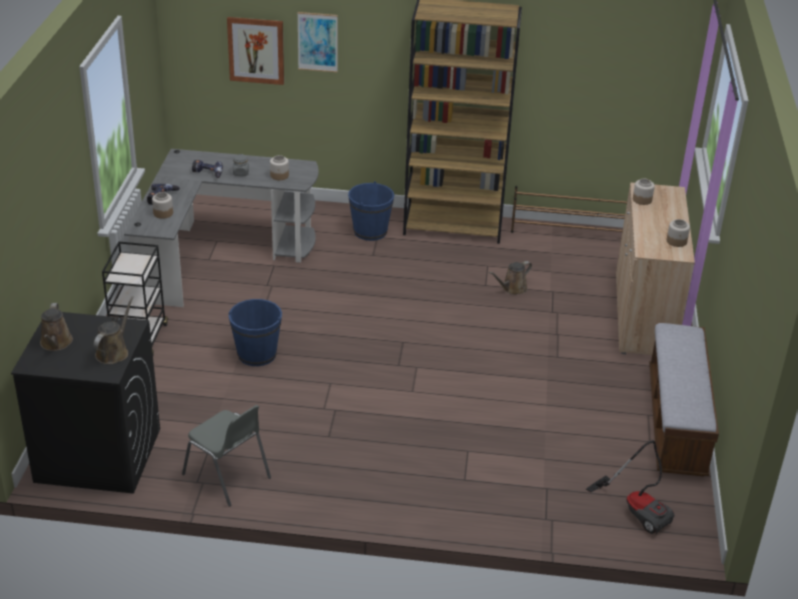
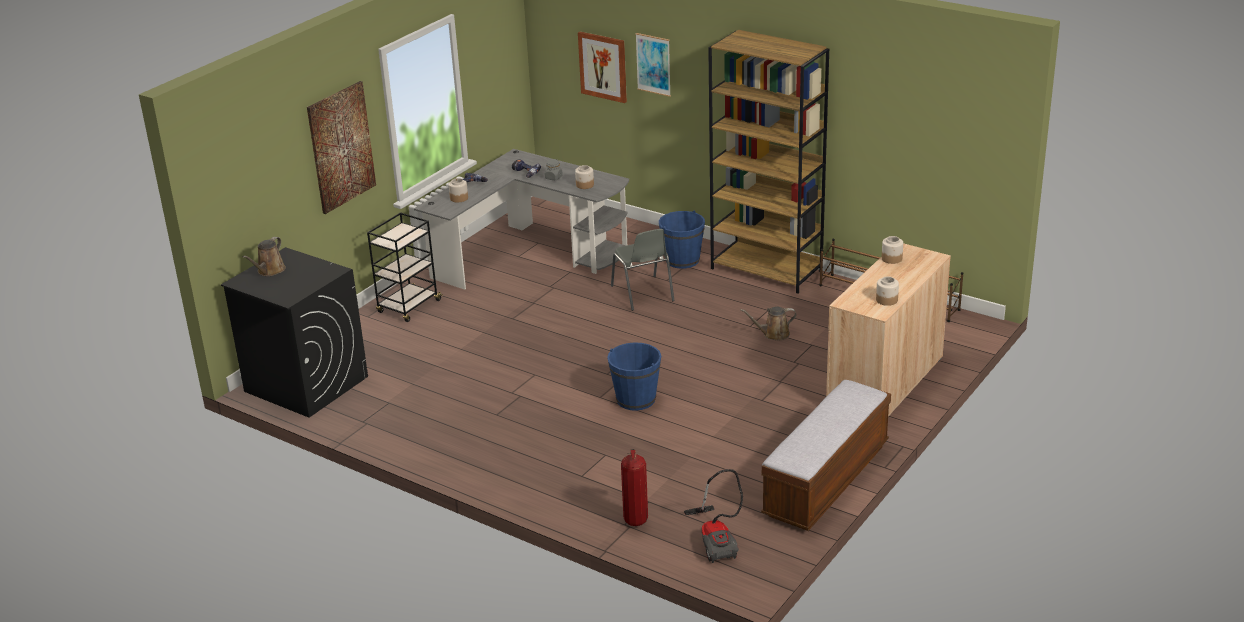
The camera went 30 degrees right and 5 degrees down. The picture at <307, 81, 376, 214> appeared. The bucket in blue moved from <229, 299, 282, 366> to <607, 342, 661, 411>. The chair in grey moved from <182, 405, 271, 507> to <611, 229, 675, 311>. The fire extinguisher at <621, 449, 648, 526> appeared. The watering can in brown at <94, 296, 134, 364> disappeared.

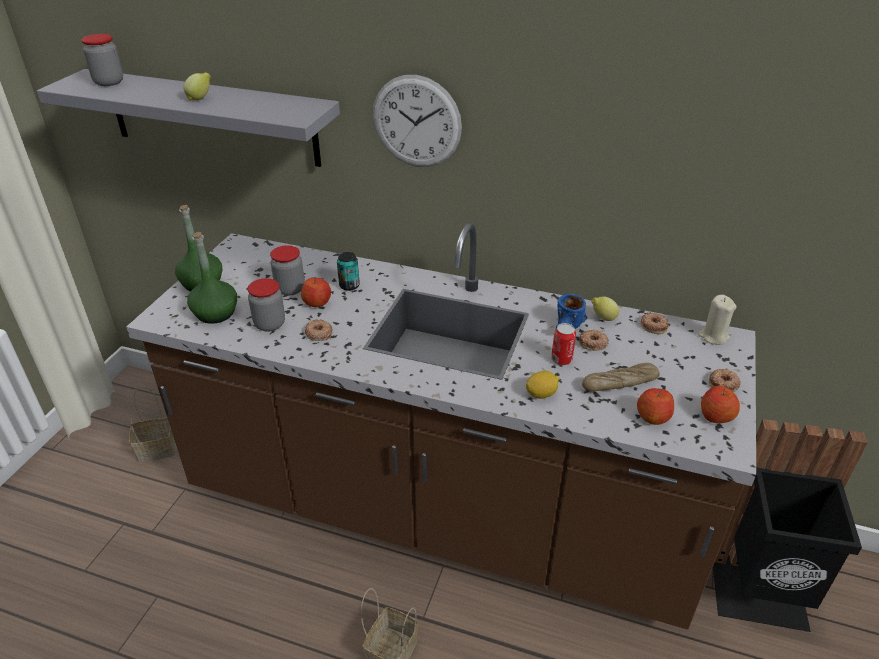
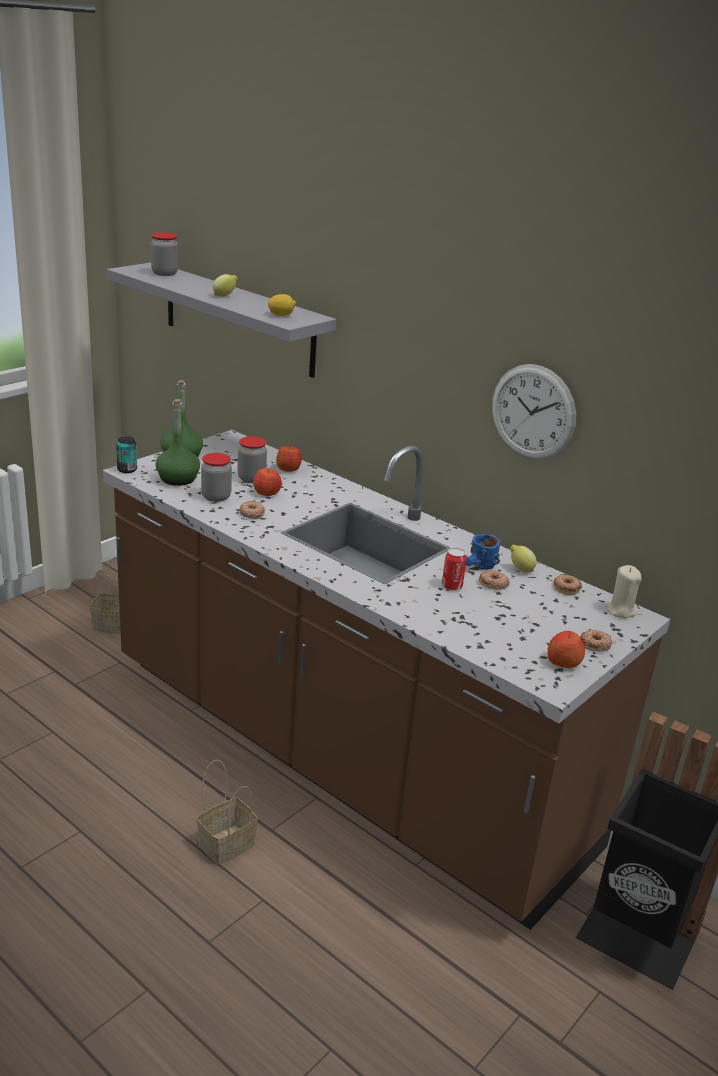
The camera went 20 degrees right and 10 degrees down. The can moved from <337, 252, 360, 291> to <116, 436, 137, 473>. The lemon moved from <526, 371, 559, 399> to <268, 294, 296, 316>. The apple moved from <637, 388, 674, 425> to <276, 444, 302, 472>. The wall clock moved from <373, 75, 462, 167> to <492, 364, 576, 460>. The bread at <582, 363, 660, 391> disappeared.

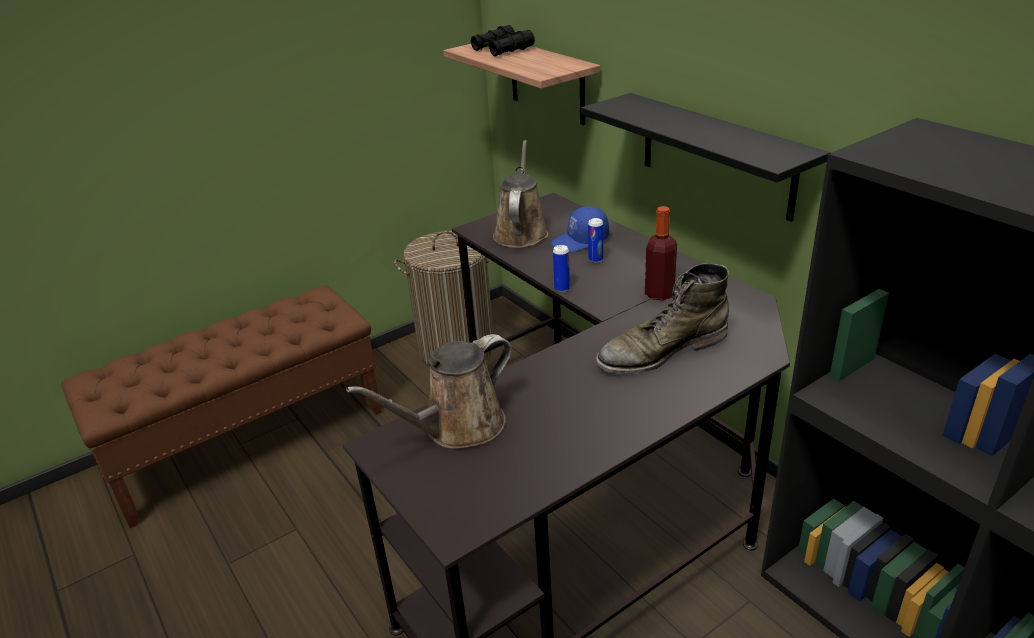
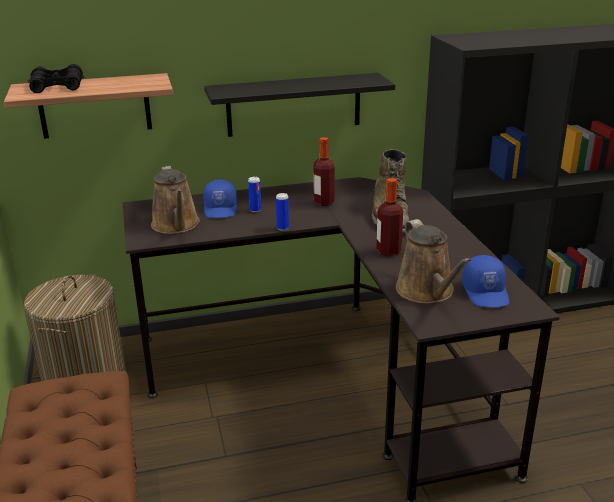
The camera went 70 degrees left and 5 degrees down. The watering can in brown at <493, 140, 548, 248> turned 135 degrees counterclockwise. The bottle at <376, 178, 403, 256> appeared. The cap in blue at <462, 255, 509, 307> appeared.

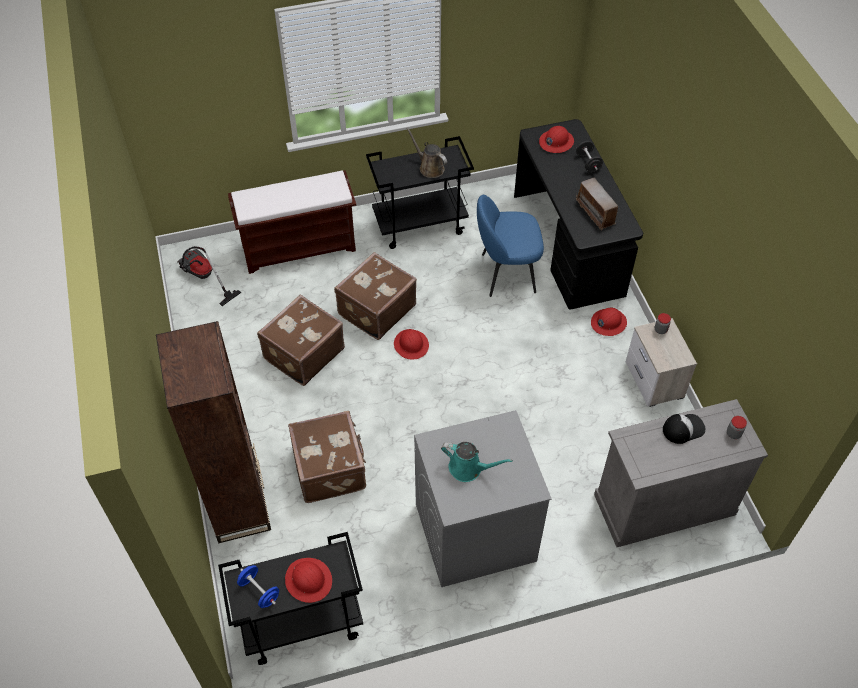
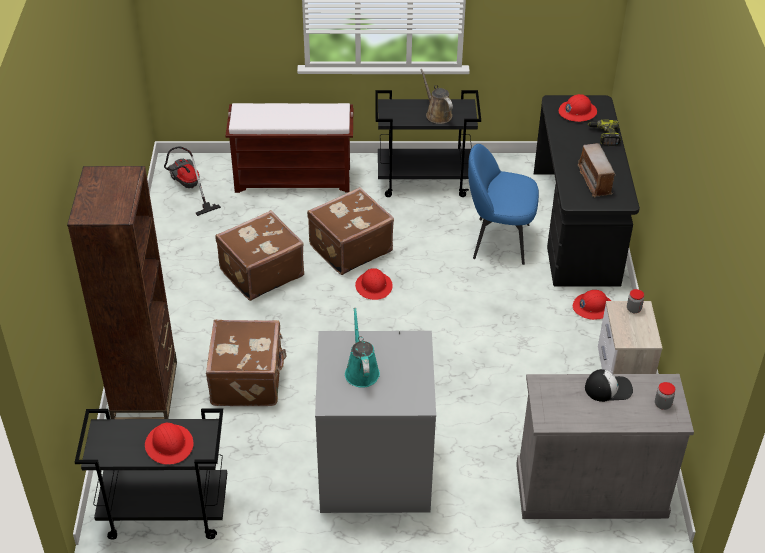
The camera went 15 degrees right and 10 degrees down. The watering can in turquoise at <441, 442, 513, 482> turned 135 degrees counterclockwise. The dumbbell in black at <576, 141, 603, 172> was replaced by the power drill at <588, 120, 621, 146>. The dumbbell in blue at <237, 565, 279, 608> disappeared.

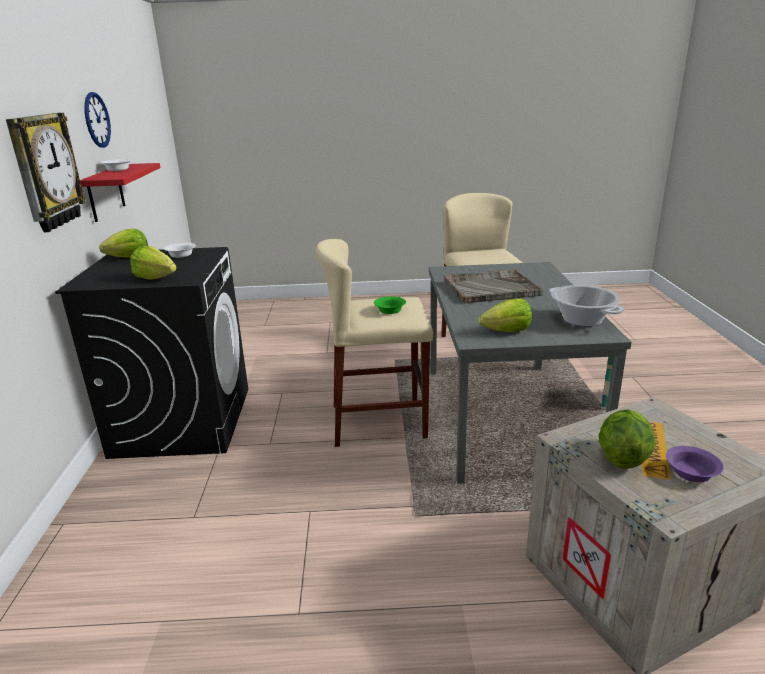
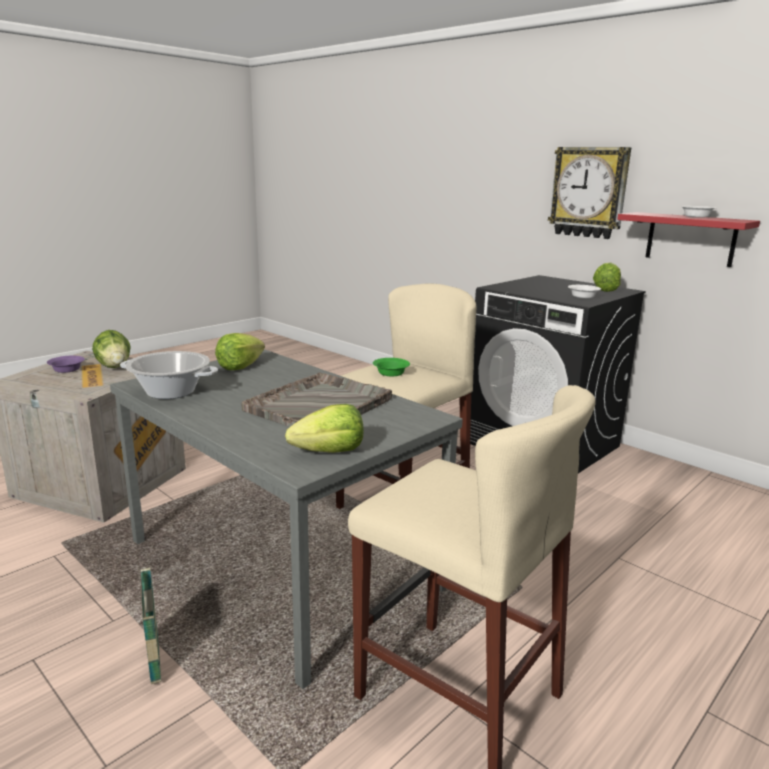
The camera went 135 degrees right and 5 degrees down. The lettuce moved from <130, 246, 177, 280> to <285, 404, 364, 453>. The wall clock at <84, 92, 111, 148> disappeared.

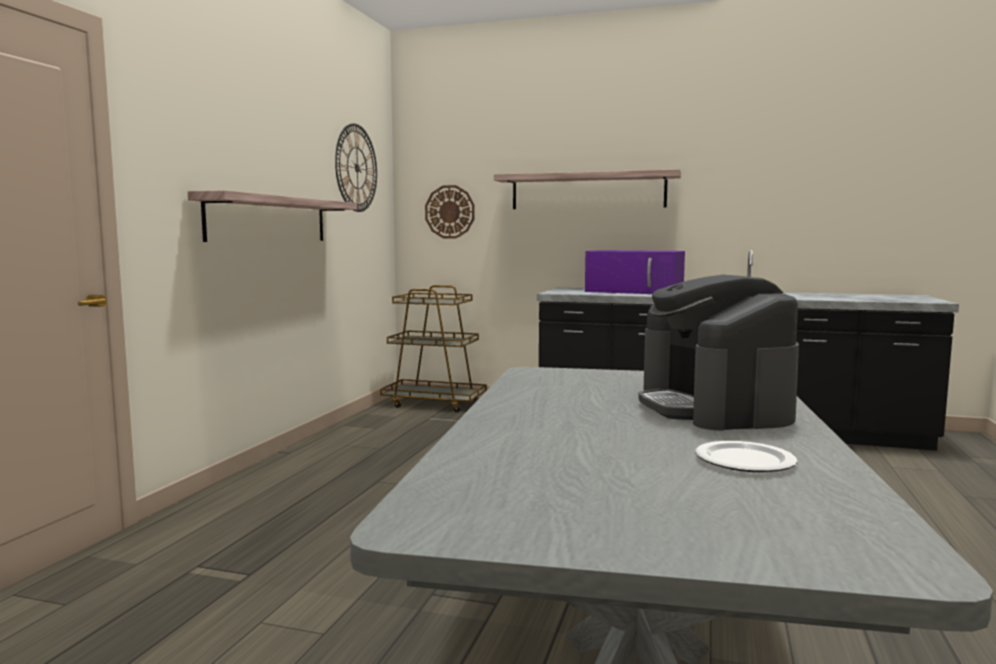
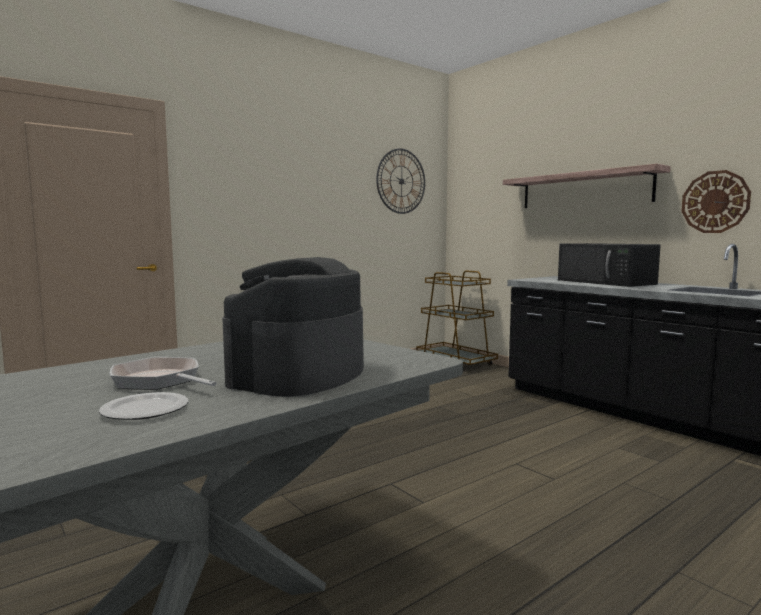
The camera went 35 degrees right and 0 degrees up. The frying pan at <110, 357, 217, 390> appeared. The microwave in purple at <585, 250, 685, 294> became the microwave in black at <558, 243, 661, 287>. The wall clock moved from <425, 185, 475, 239> to <681, 170, 751, 233>. The shelf at <188, 190, 357, 242> disappeared.

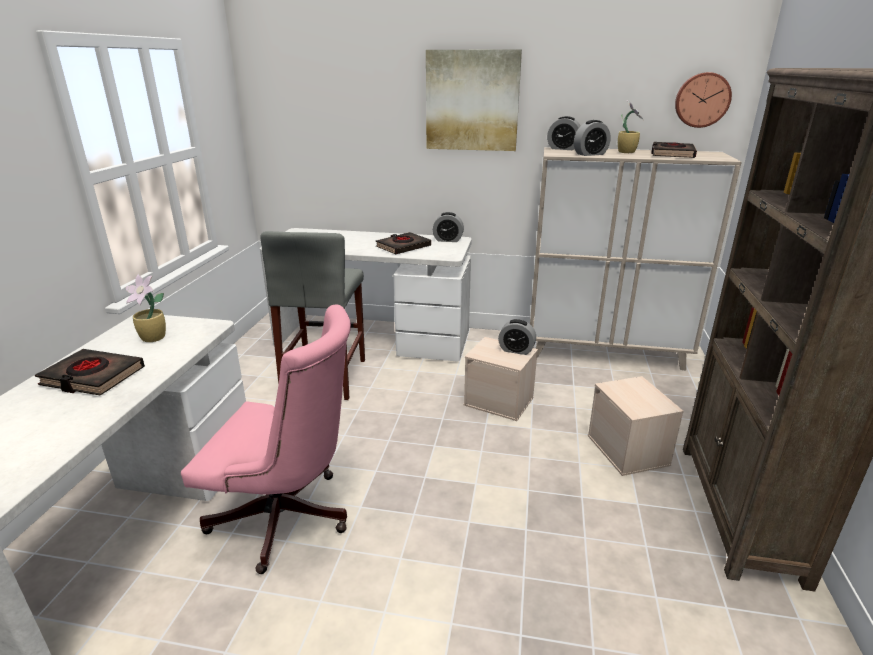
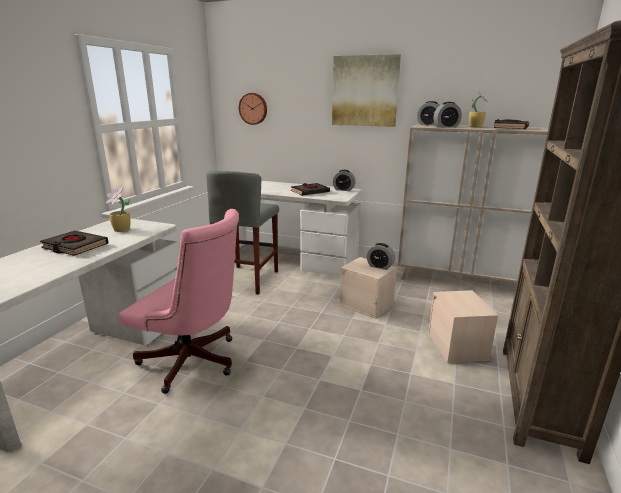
The camera went 10 degrees right and 5 degrees down. The wall clock moved from <675, 72, 732, 128> to <239, 93, 267, 125>.

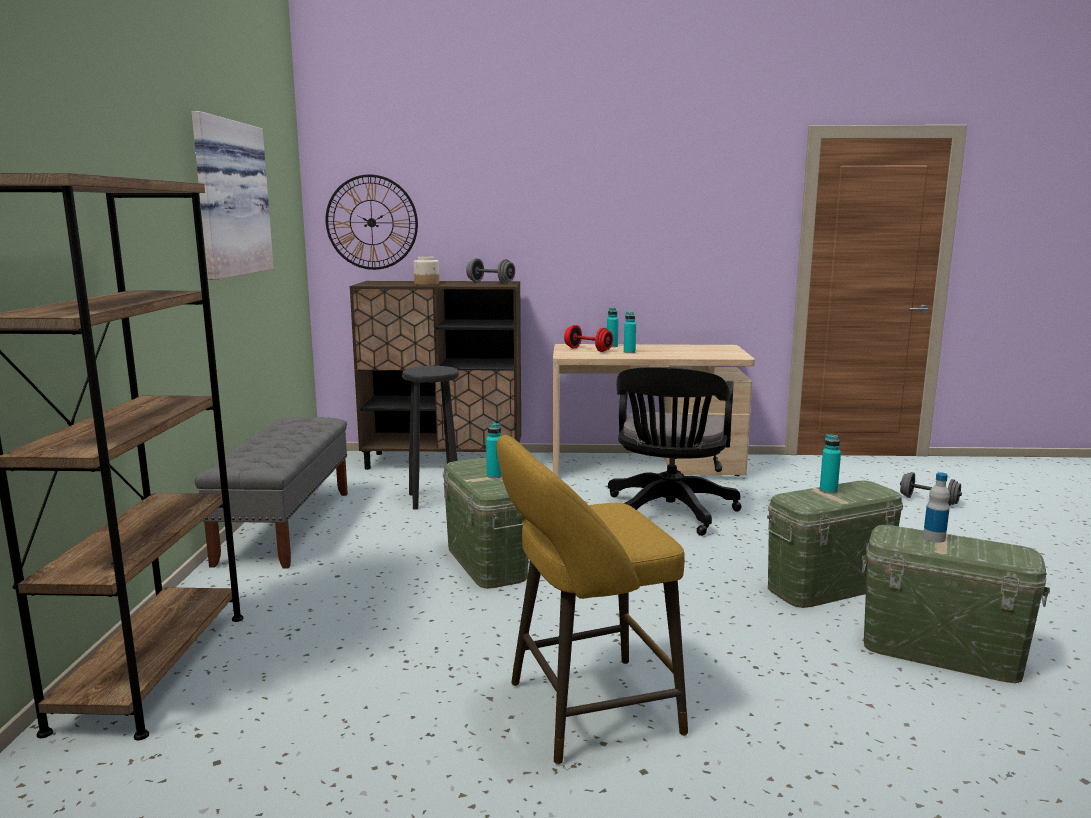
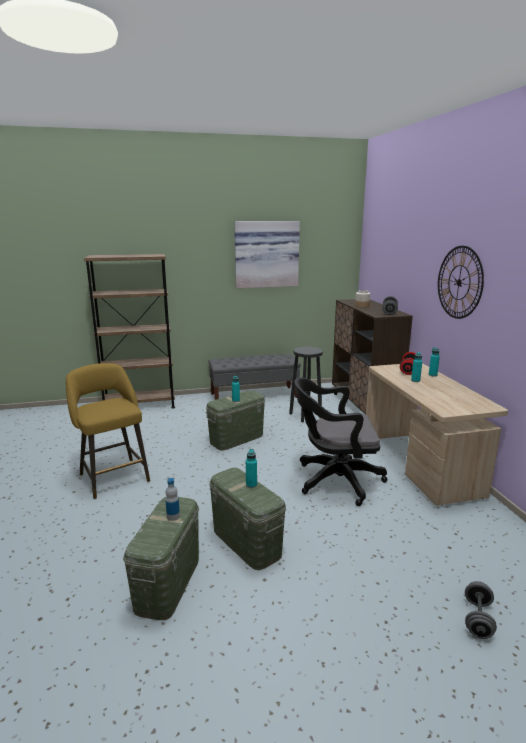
The camera went 75 degrees right and 5 degrees up. The wall clock moved from <326, 174, 418, 270> to <438, 246, 484, 319>.

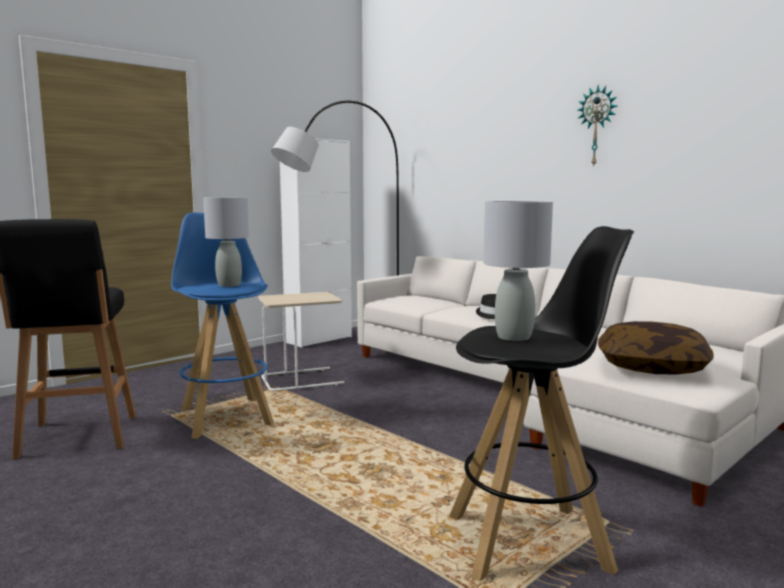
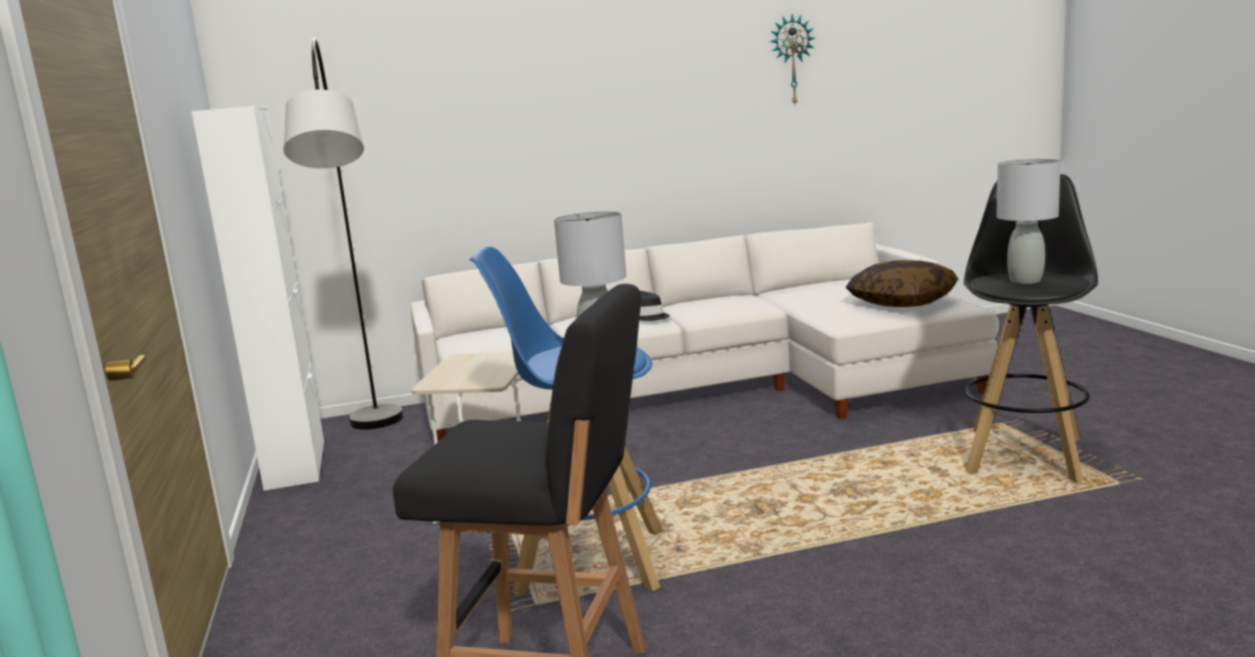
The camera went 60 degrees left and 5 degrees up. The wall clock moved from <578, 85, 617, 167> to <770, 14, 815, 104>.

